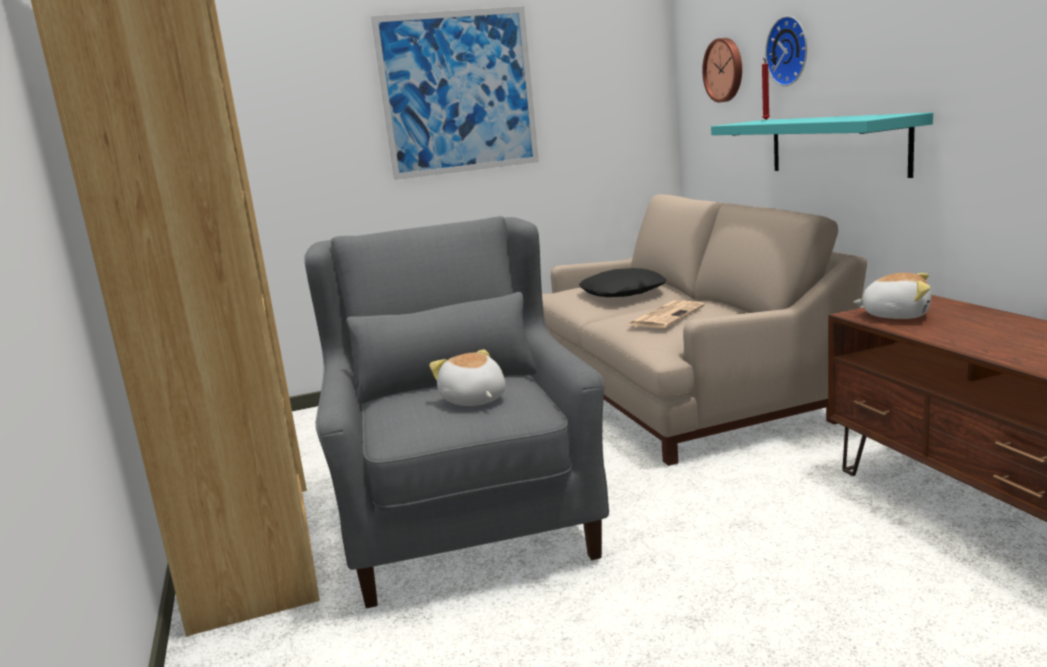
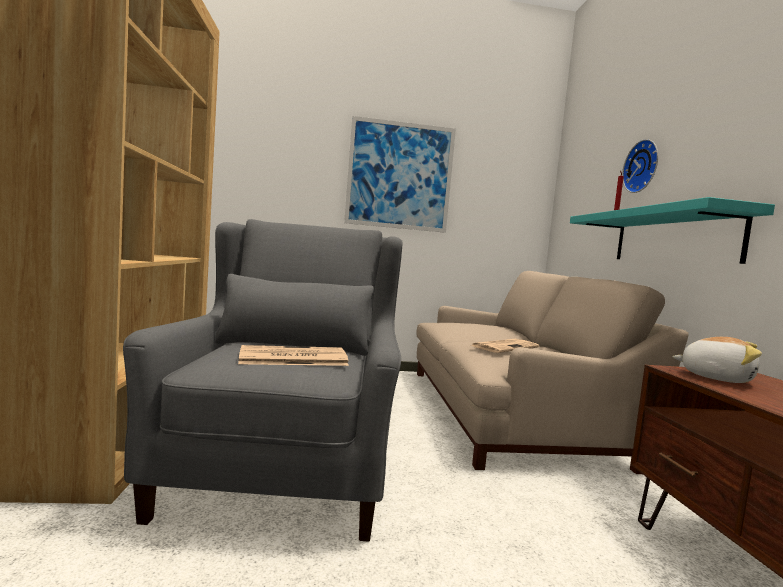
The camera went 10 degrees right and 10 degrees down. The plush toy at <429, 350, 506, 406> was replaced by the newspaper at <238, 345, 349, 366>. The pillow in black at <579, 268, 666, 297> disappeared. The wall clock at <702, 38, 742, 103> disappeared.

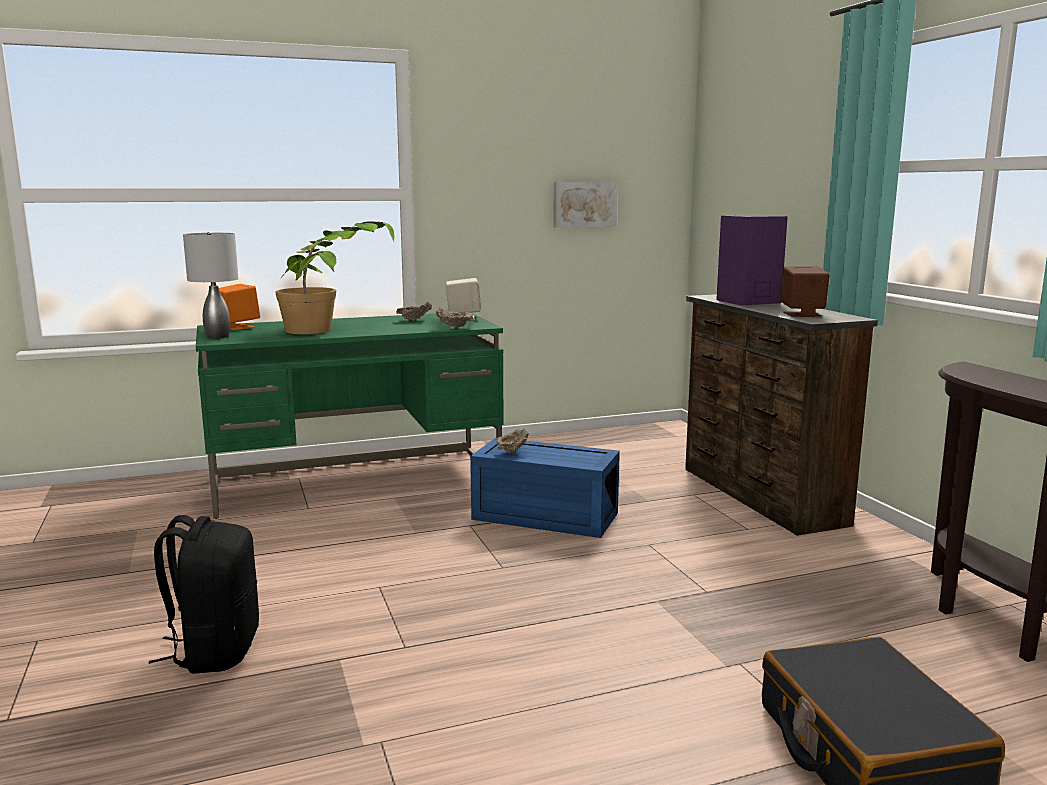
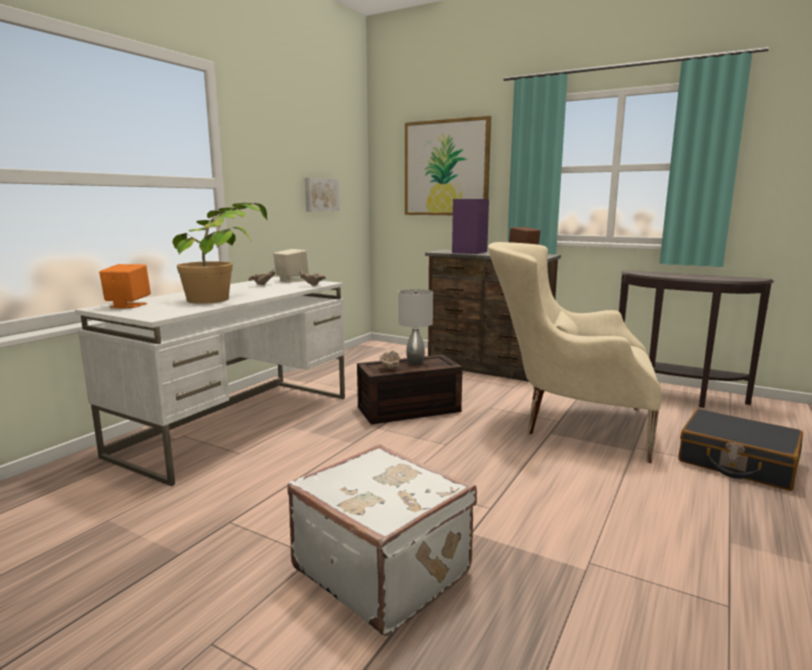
The camera went 40 degrees left and 0 degrees up. The desk in green at <196, 313, 504, 519> became the desk in white at <75, 277, 345, 486>. The backpack in black at <149, 515, 259, 674> was replaced by the suitcase in white at <288, 444, 477, 636>. The storage box in blue at <470, 438, 620, 538> became the storage box in brown at <357, 355, 463, 424>. The table lamp in grey moved from <183, 232, 238, 339> to <398, 289, 433, 365>. The picture at <405, 116, 491, 215> appeared. The armchair in beige at <488, 242, 661, 463> appeared.

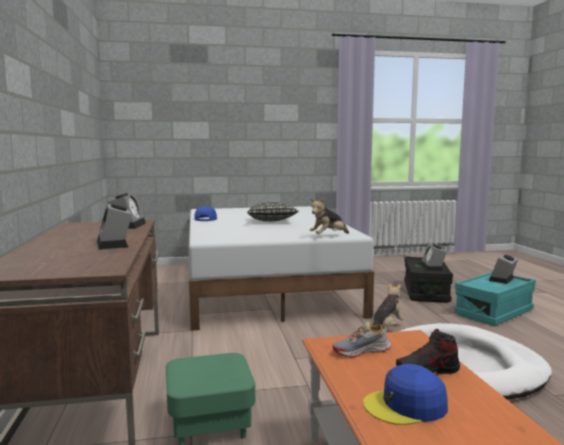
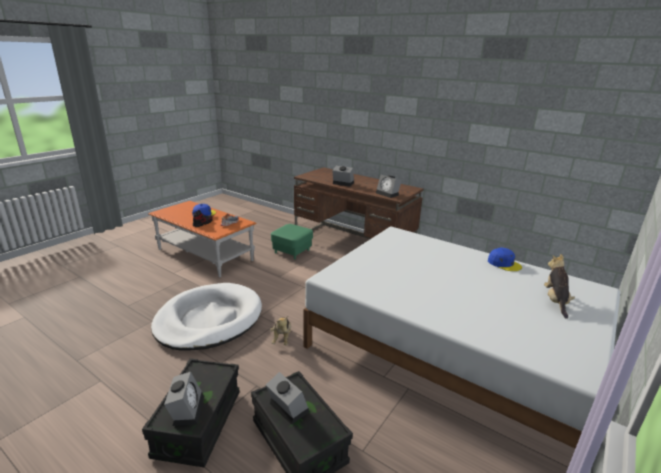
The camera went 135 degrees right and 15 degrees up. The storage box in turquoise at <454, 272, 536, 326> became the storage box in black at <142, 358, 240, 467>. The plush toy moved from <309, 198, 349, 234> to <544, 254, 575, 319>. The pillow at <247, 202, 299, 222> disappeared.

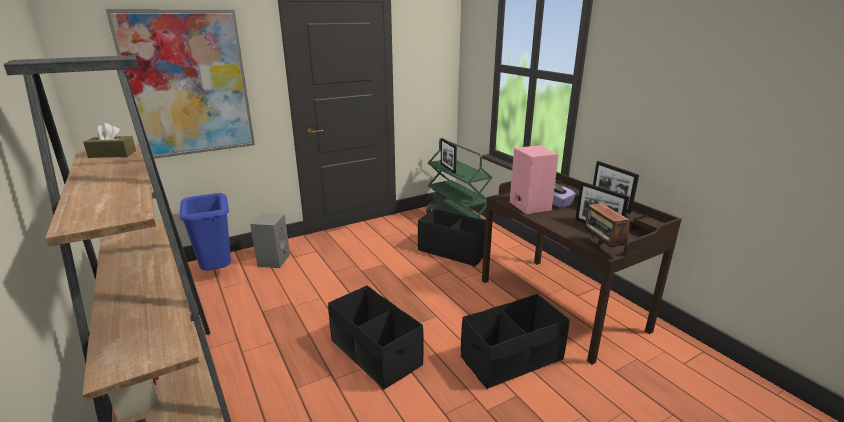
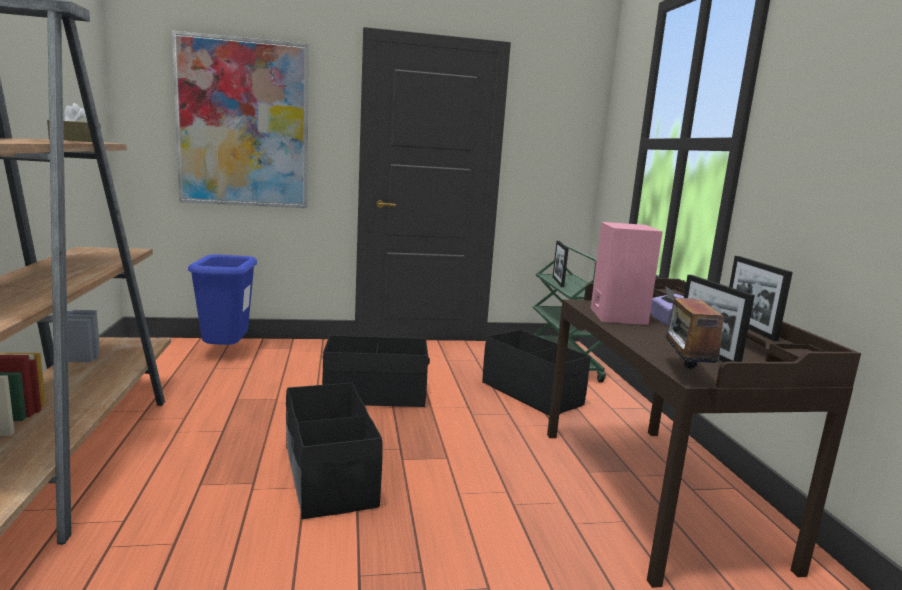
The camera went 20 degrees right and 10 degrees down. The storage box in black moved from <461, 294, 570, 389> to <322, 335, 430, 407>. The speaker in grey at <250, 213, 290, 268> disappeared.

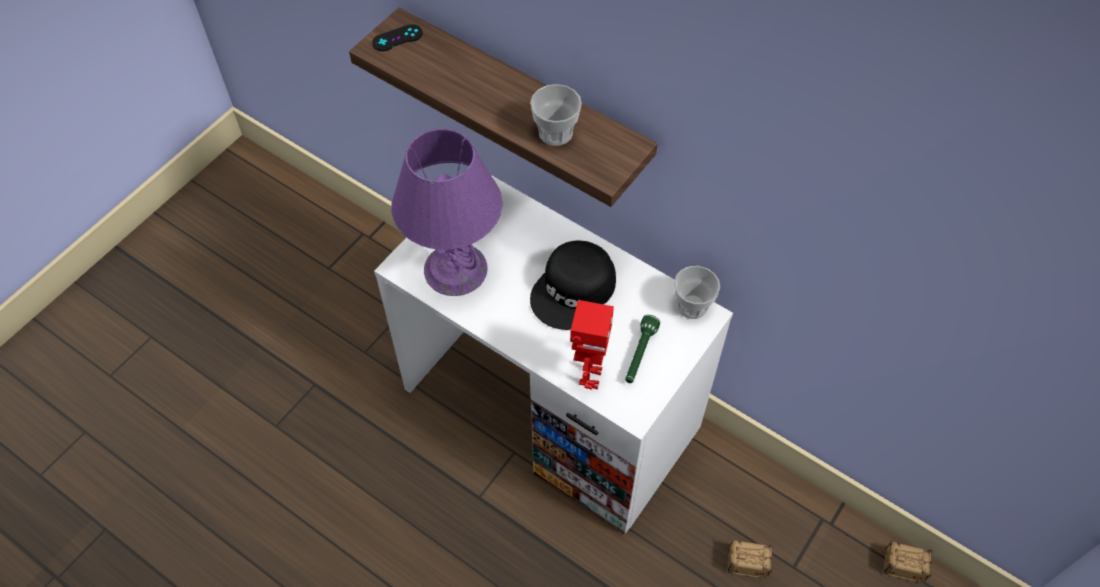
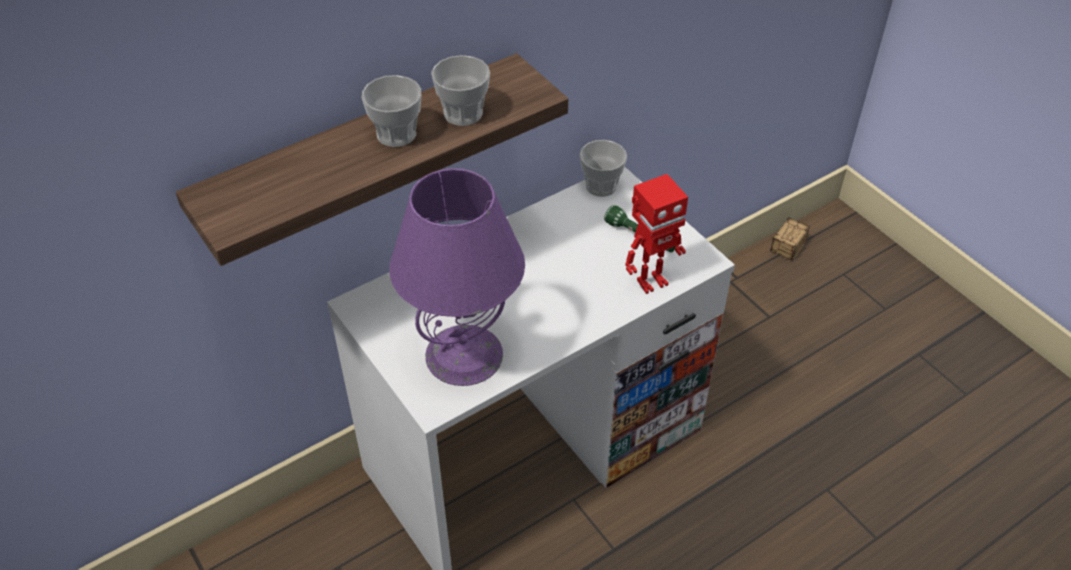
The camera went 70 degrees left and 10 degrees down. The cup at <362, 75, 421, 147> appeared. The toy robot at <570, 300, 614, 390> turned 120 degrees clockwise. The game controller in black at <372, 24, 423, 51> disappeared. The cap in black at <530, 241, 616, 330> disappeared. The storage box at <682, 539, 773, 579> disappeared.

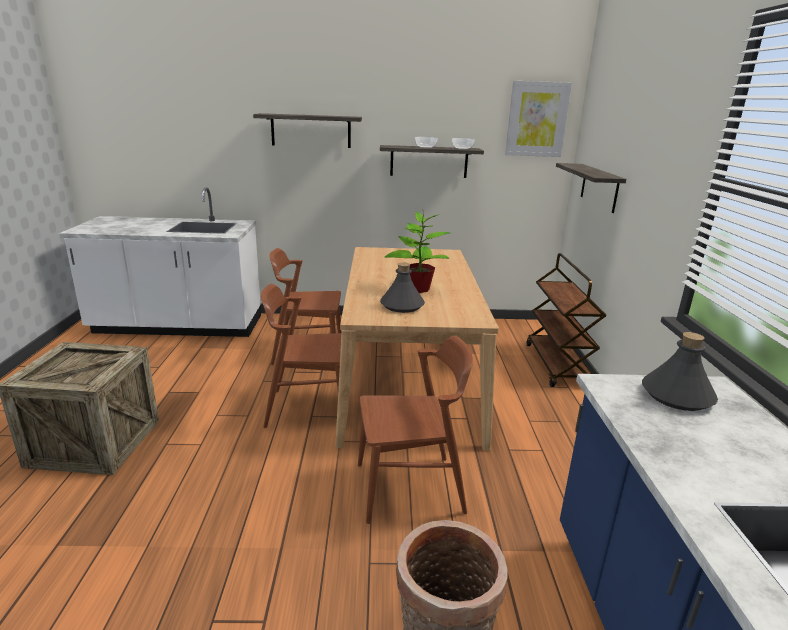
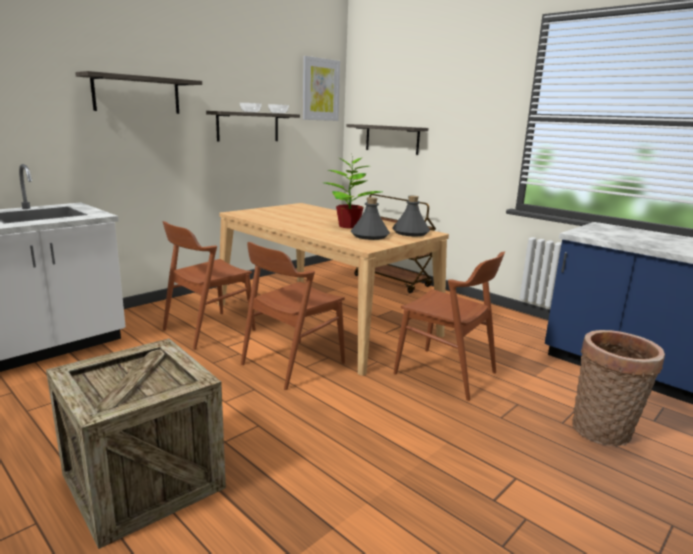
The camera went 45 degrees left and 5 degrees down. The bottle in grey moved from <642, 332, 718, 411> to <392, 196, 430, 236>. The chair in brown at <358, 335, 473, 524> turned 90 degrees clockwise.

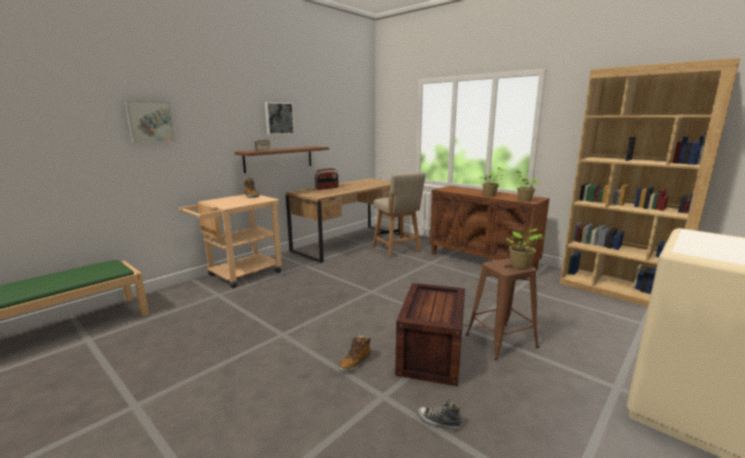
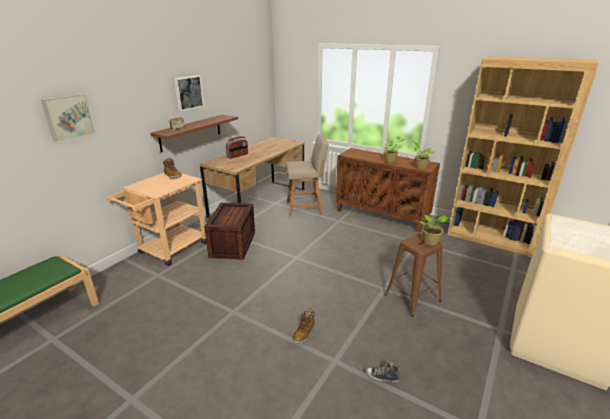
The camera went 10 degrees left and 10 degrees up. The crate moved from <395, 283, 465, 386> to <204, 203, 255, 260>. The chair in beige at <373, 172, 425, 257> turned 60 degrees counterclockwise.

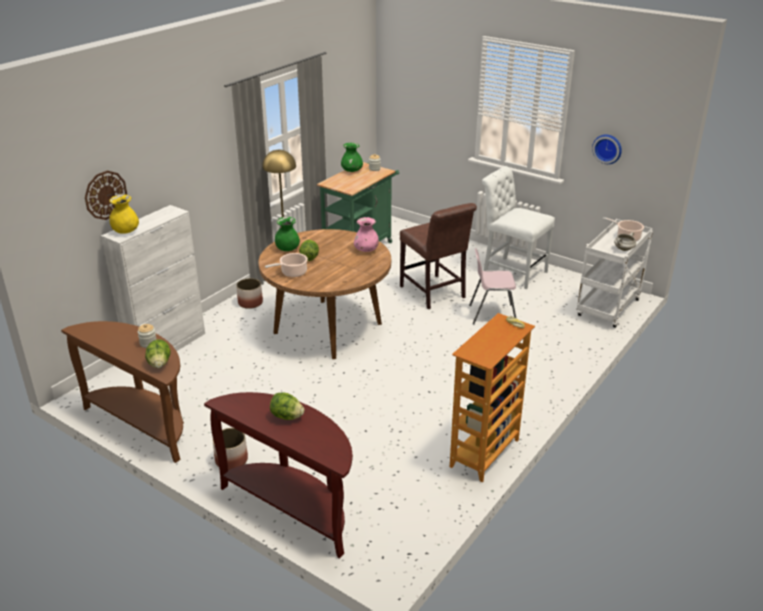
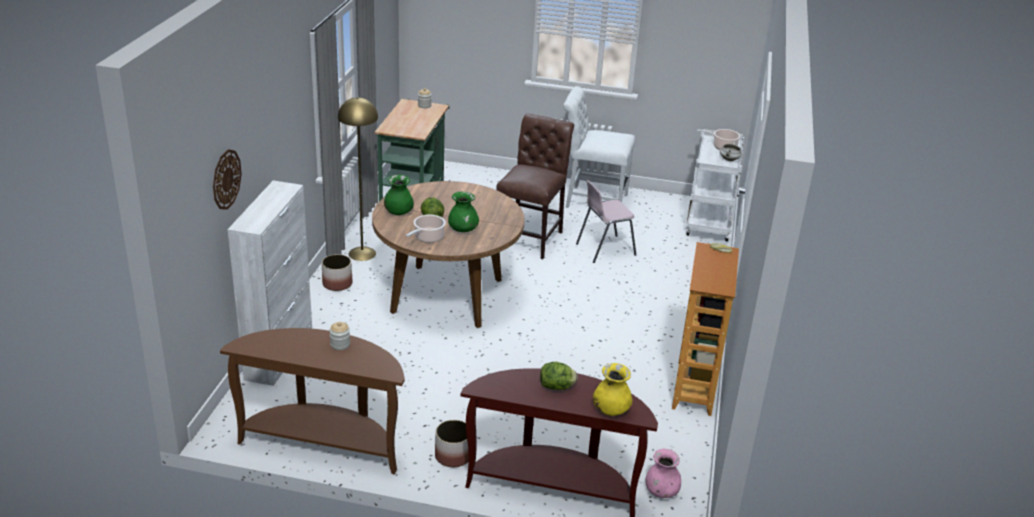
The camera went 25 degrees left and 0 degrees up. The vase in green moved from <341, 143, 363, 172> to <448, 191, 479, 232>. The chair in brown at <400, 203, 477, 309> turned 105 degrees counterclockwise. The vase in yellow moved from <109, 195, 139, 234> to <593, 363, 632, 416>. The vase in pink moved from <354, 217, 379, 252> to <646, 449, 681, 498>. The lettuce at <145, 339, 171, 368> disappeared. The wall clock at <592, 135, 622, 164> disappeared.

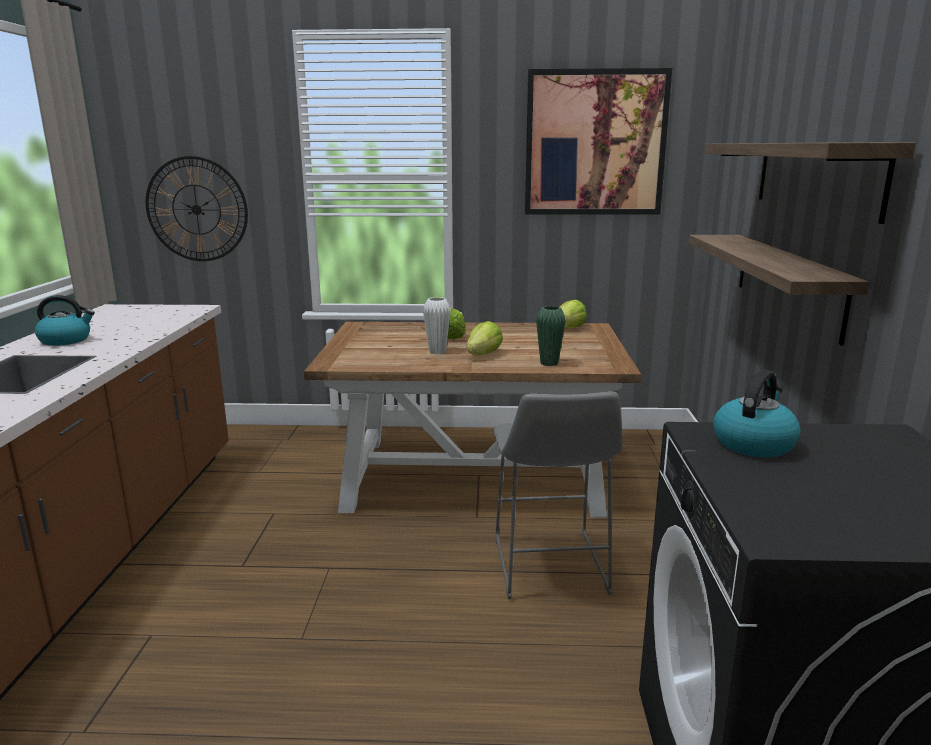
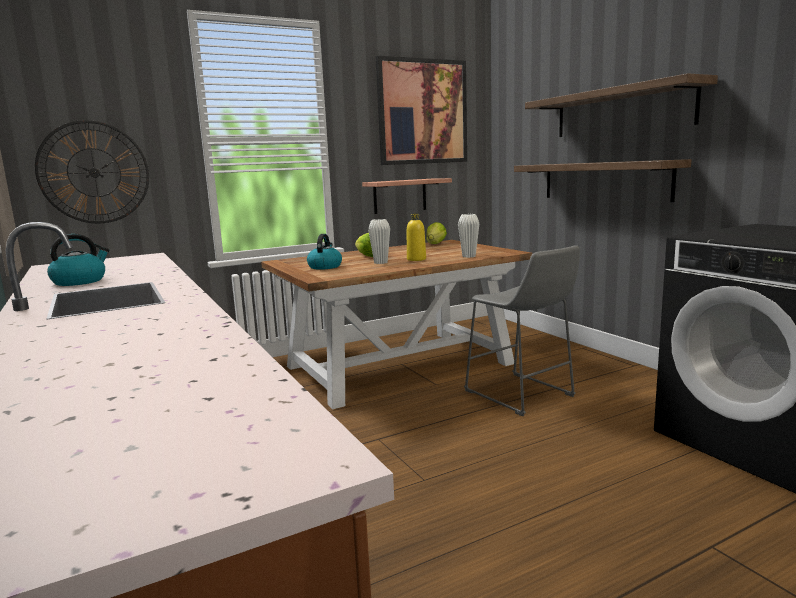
The camera went 30 degrees left and 5 degrees down. The kettle moved from <713, 370, 801, 457> to <307, 234, 342, 270>. The shelf at <362, 178, 452, 214> appeared. The lettuce at <466, 321, 503, 355> was replaced by the bottle in yellow at <407, 214, 426, 261>. The vase in green at <536, 306, 566, 366> became the vase in white at <458, 214, 479, 258>.

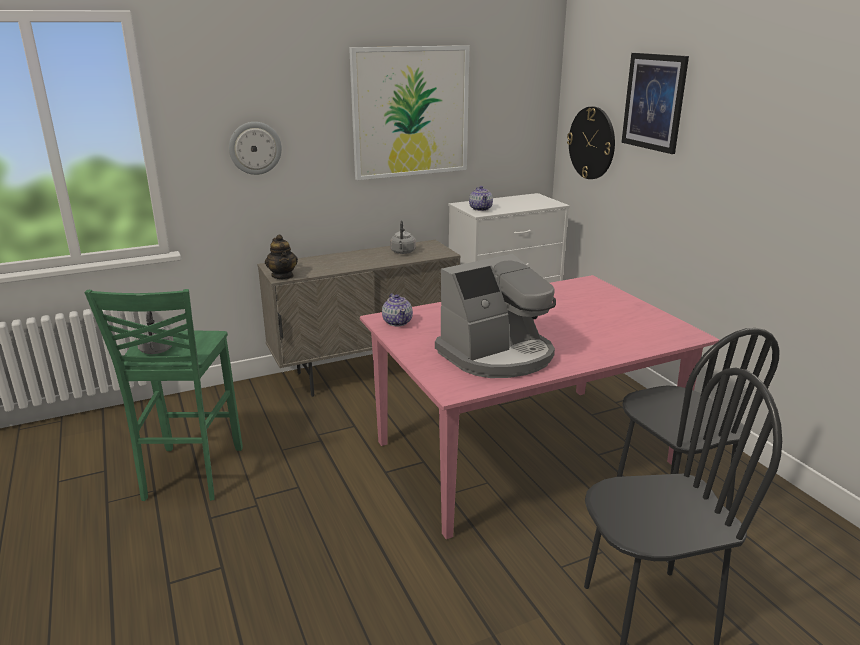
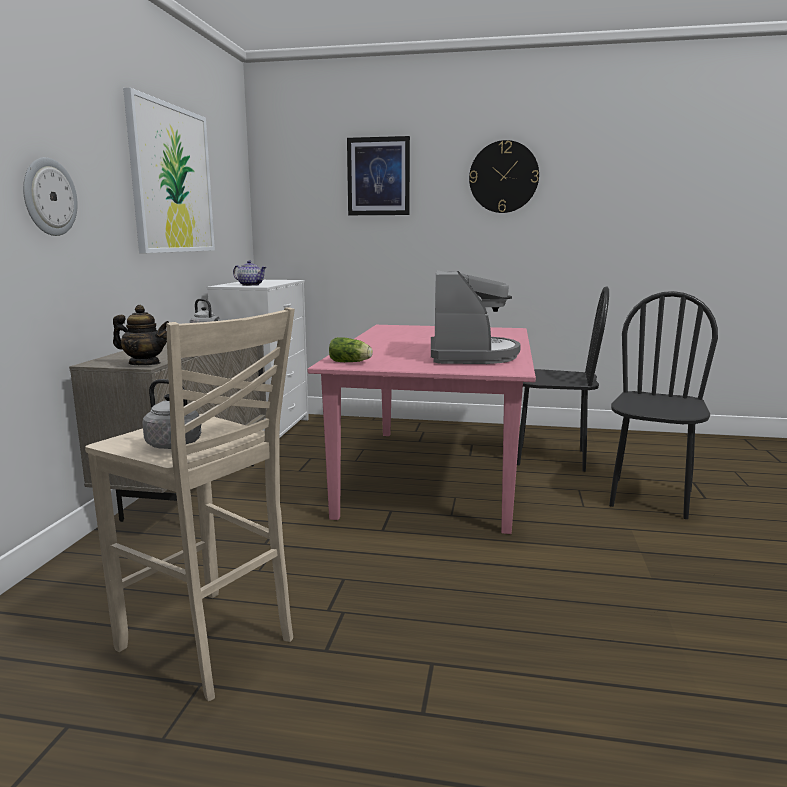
The camera went 55 degrees left and 10 degrees down. The stool in green at <85, 289, 243, 501> became the stool in beige at <85, 307, 295, 701>. The teapot at <382, 293, 413, 327> was replaced by the lettuce at <329, 337, 373, 362>. The wall clock moved from <567, 107, 615, 179> to <469, 140, 539, 213>.

